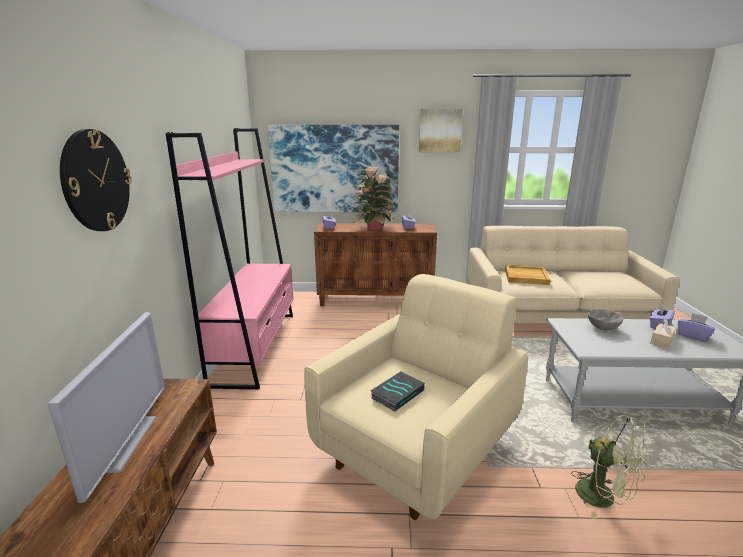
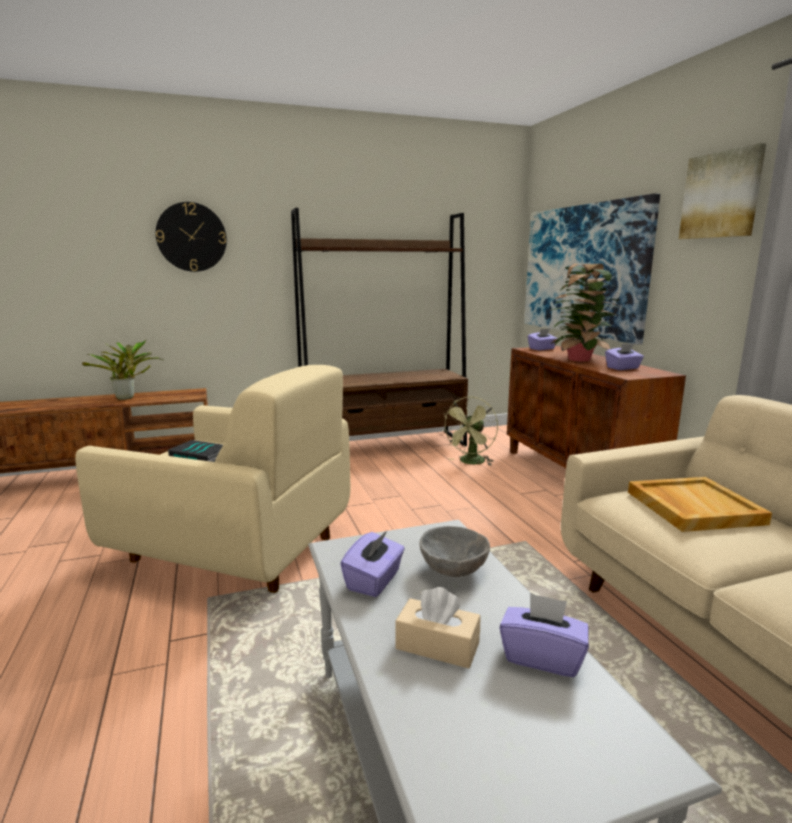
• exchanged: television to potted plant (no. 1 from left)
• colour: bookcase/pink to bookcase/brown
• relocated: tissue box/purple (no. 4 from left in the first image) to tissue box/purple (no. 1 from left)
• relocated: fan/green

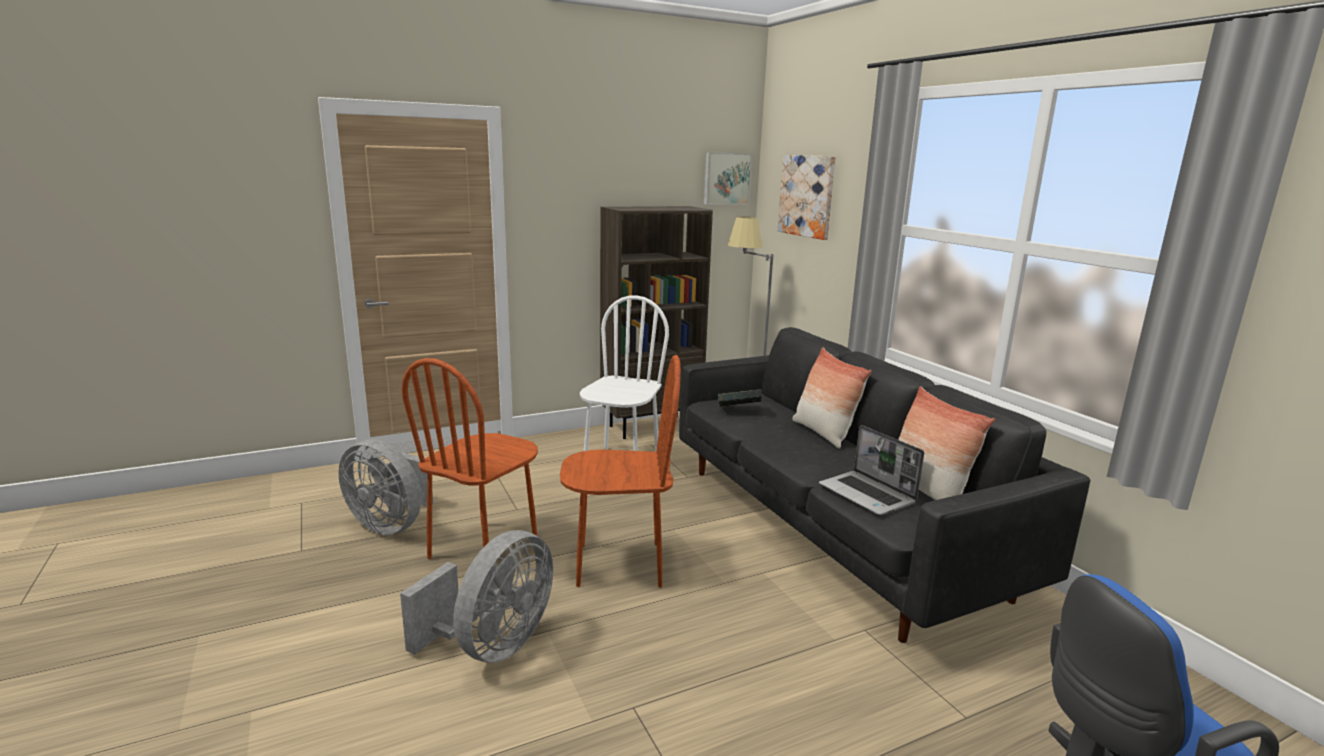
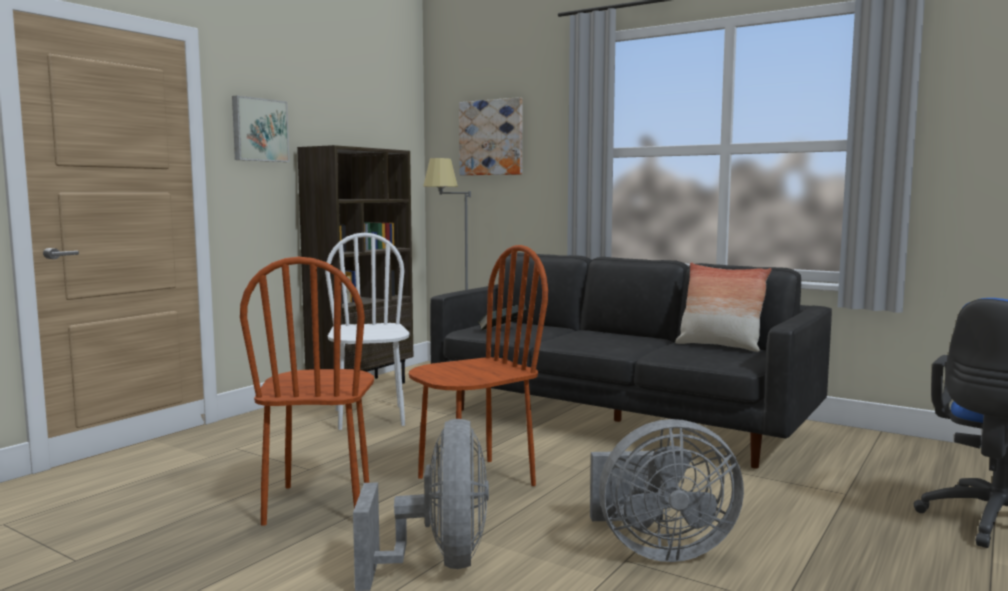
• relocated: picture (no. 1 from left)
• relocated: fan/grey (no. 1 from left in the first image) to fan/grey (no. 2 from left)
• missing: pillow (no. 1 from left)
• missing: laptop

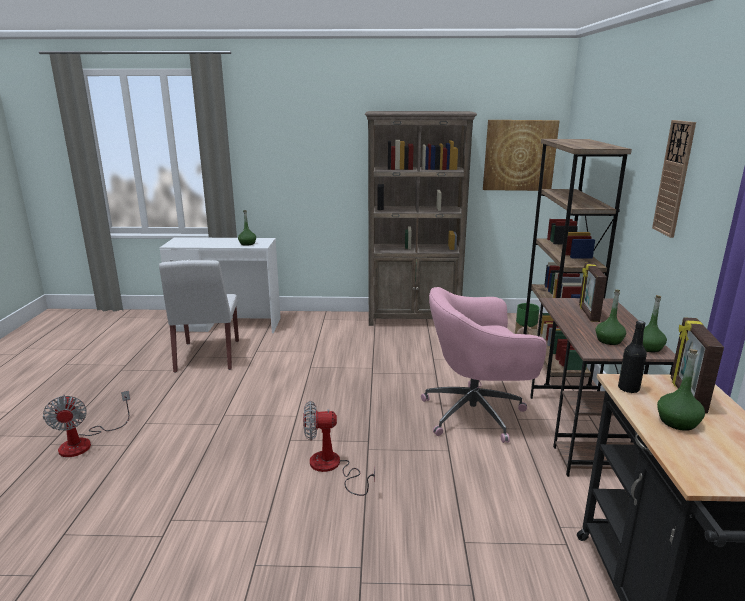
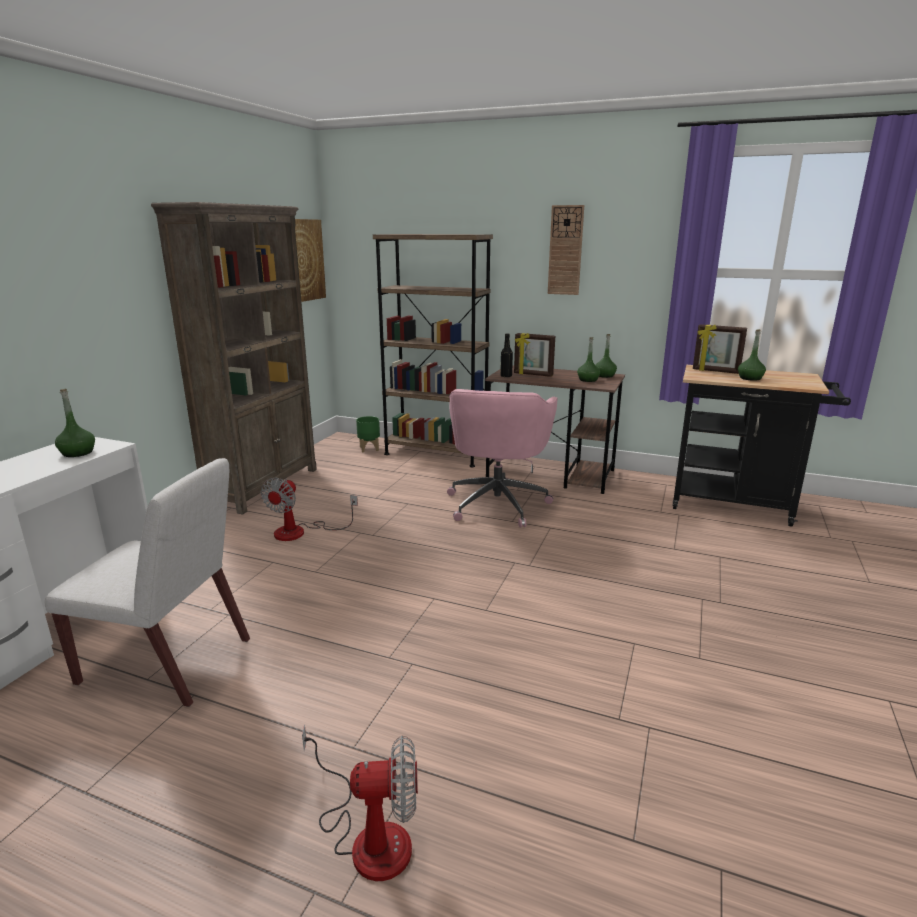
• relocated: fan (no. 2 from left in the first image) to fan (no. 1 from left)
• relocated: bottle/black

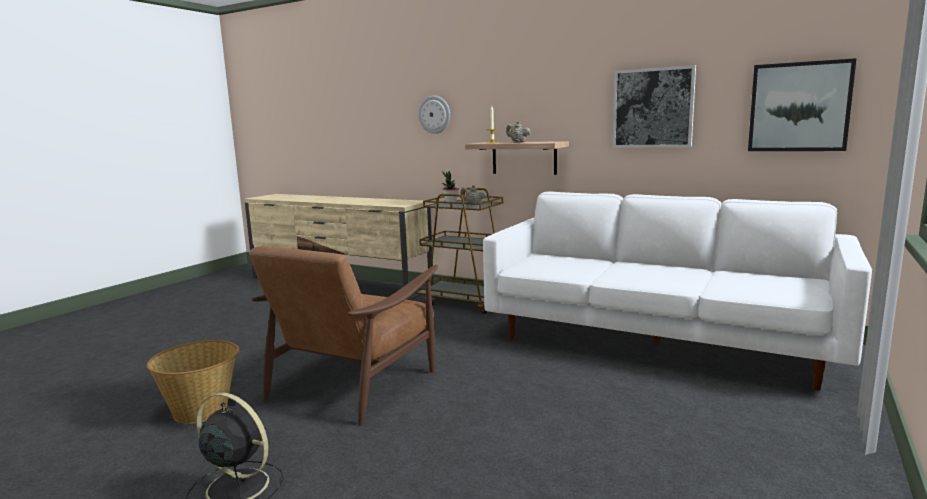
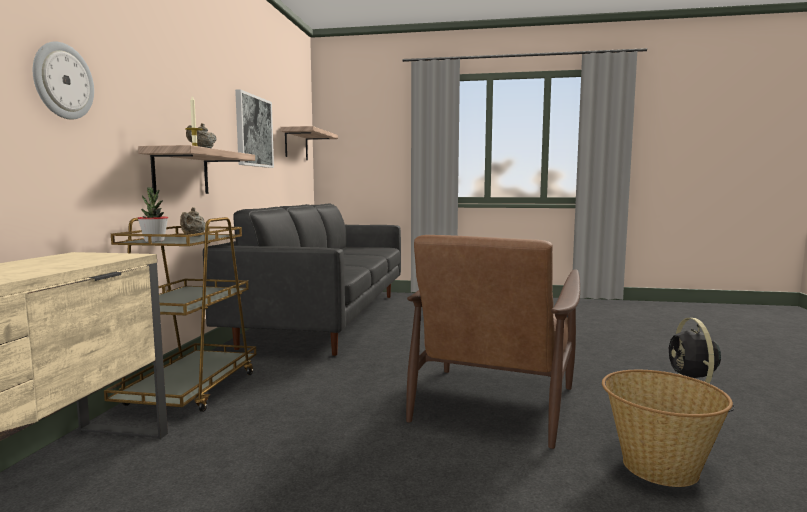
• colour: sofa/white to sofa/black
• exchanged: picture (no. 2 from left) to shelf (no. 2 from left)
• spun: armchair/brown 105 degrees clockwise

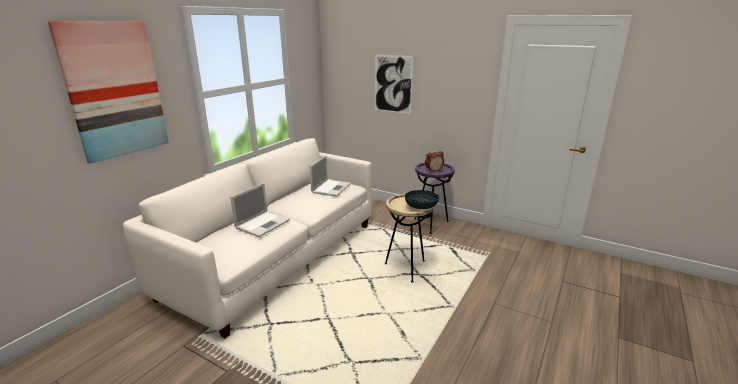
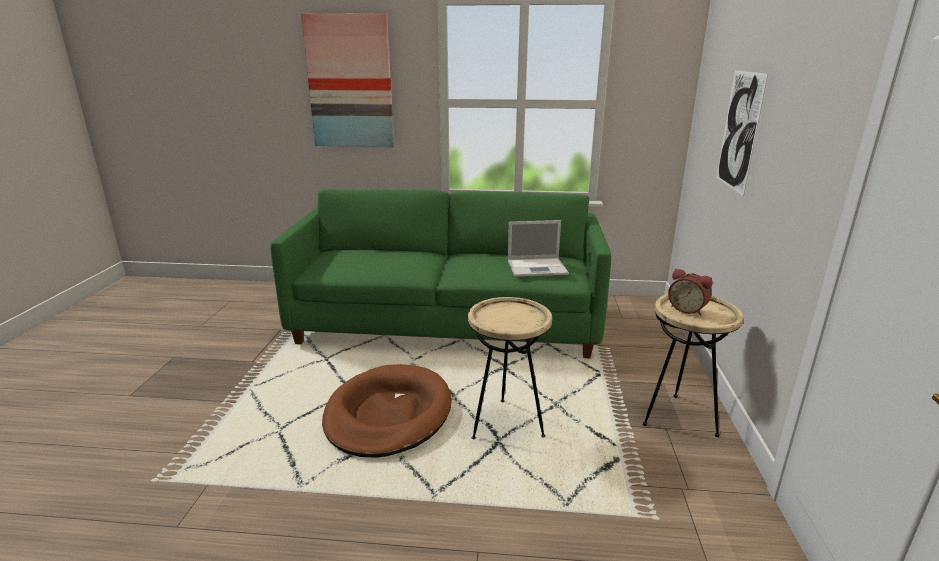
• colour: sofa/white to sofa/green
• appeared: dog bed/brown
• colour: side table/purple to side table/beige (no. 2 from left)
• missing: laptop (no. 1 from left)
• missing: bowl

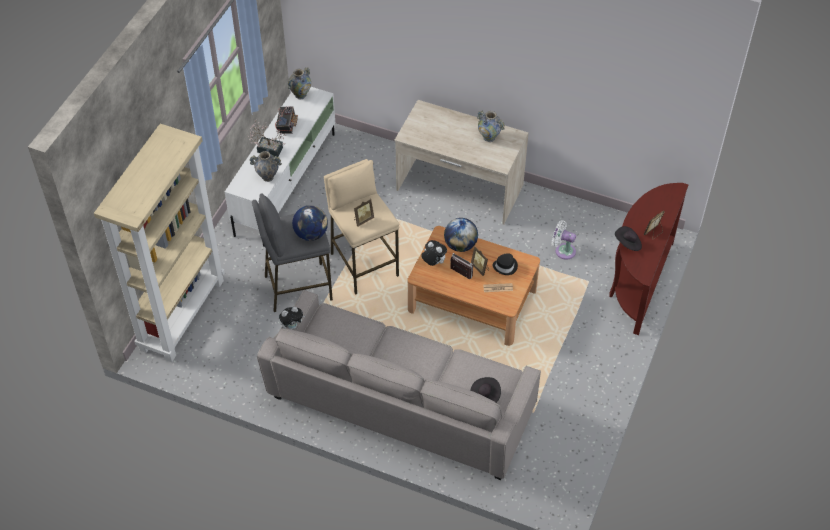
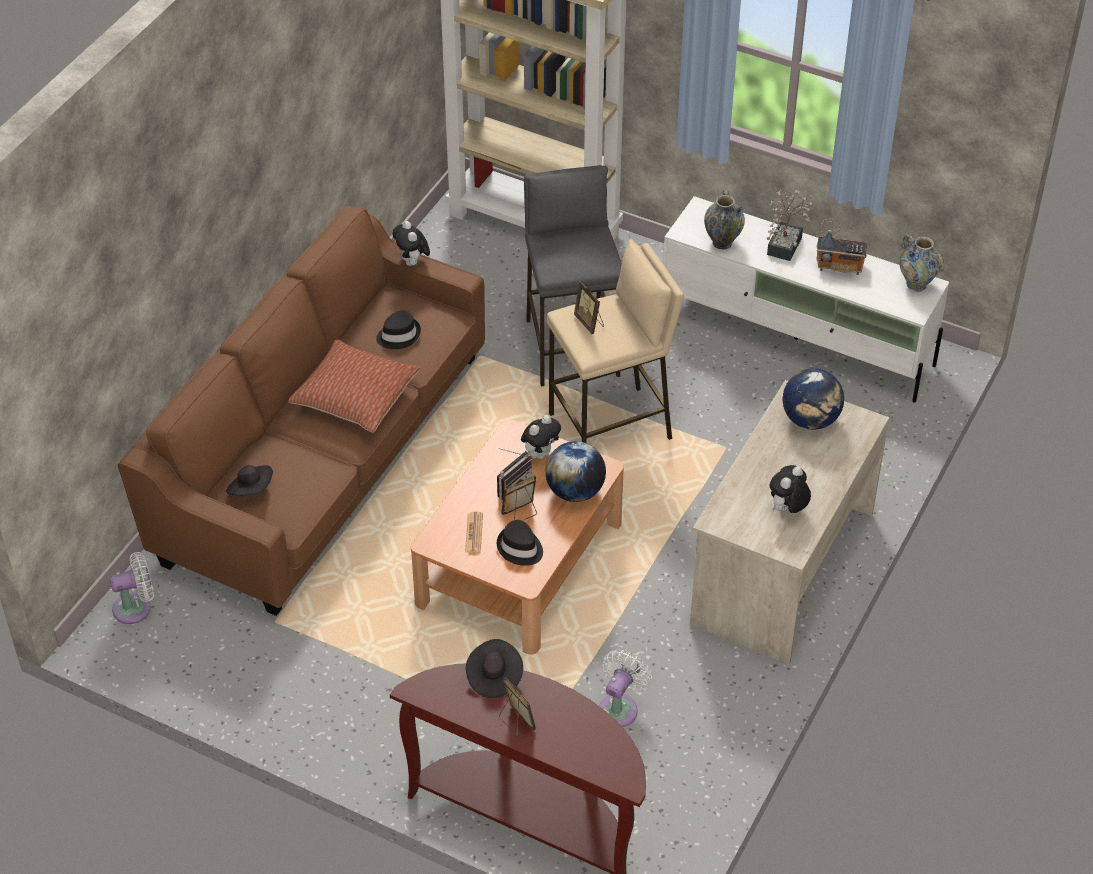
• appeared: fan/white (no. 1 from left)
• colour: sofa/grey to sofa/brown
• appeared: pillow
• appeared: hat/black (no. 2 from left)
• exchanged: vase (no. 3 from left) to plush toy (no. 3 from left)
• relocated: globe (no. 1 from left in the first image) to globe (no. 2 from left)

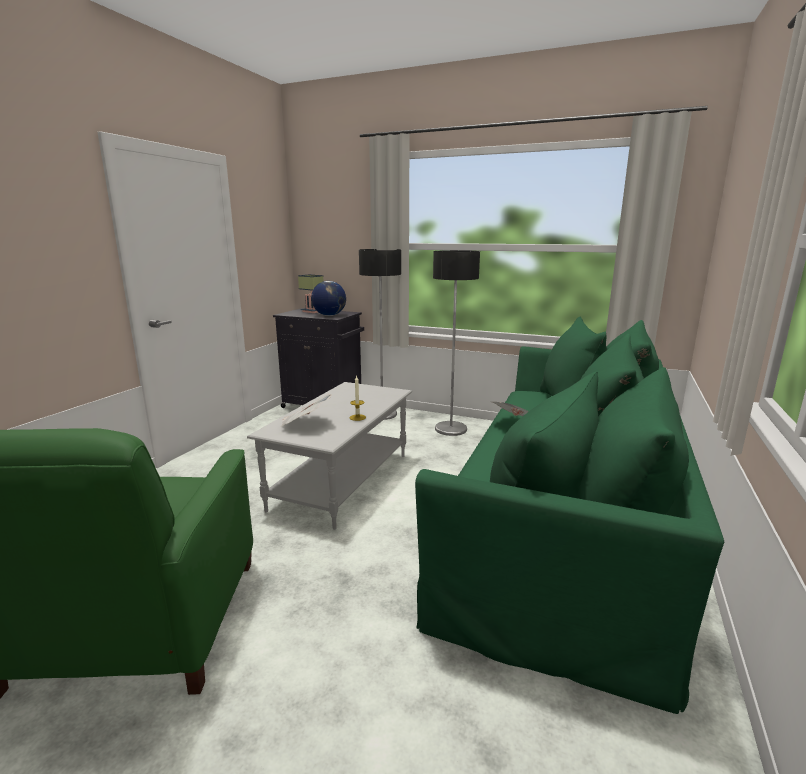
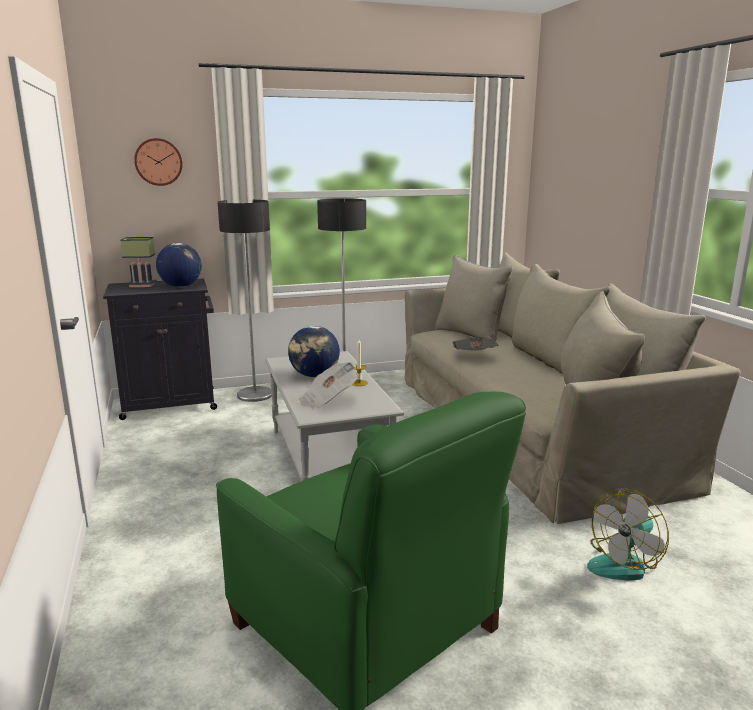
• appeared: wall clock
• appeared: globe (no. 2 from left)
• colour: sofa/green to sofa/beige
• appeared: fan

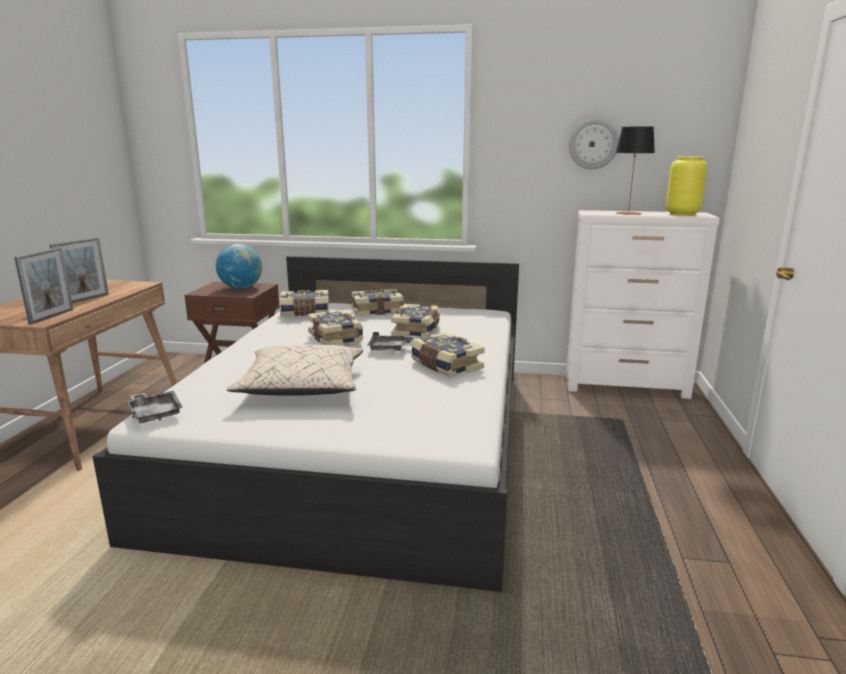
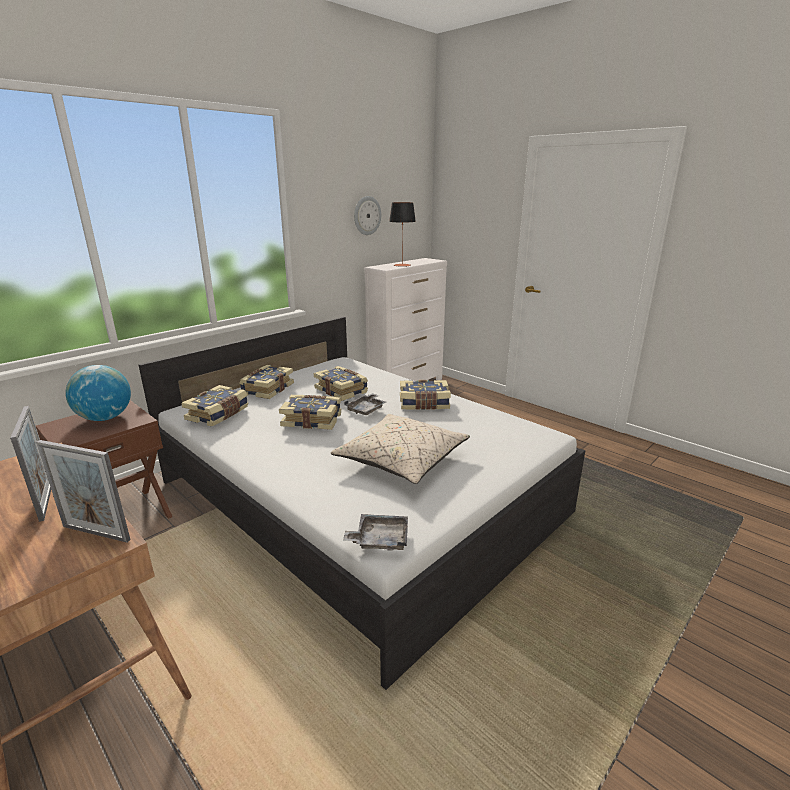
• spun: picture frame (no. 1 from left in the first image) 150 degrees clockwise
• missing: vase/yellow

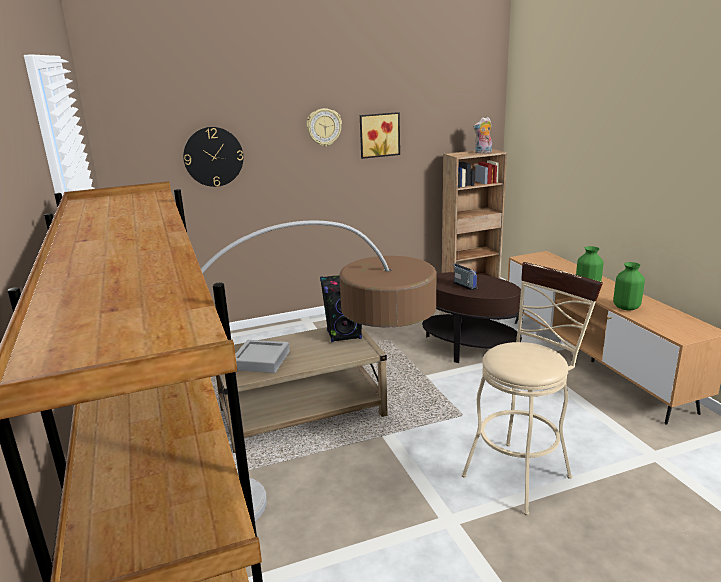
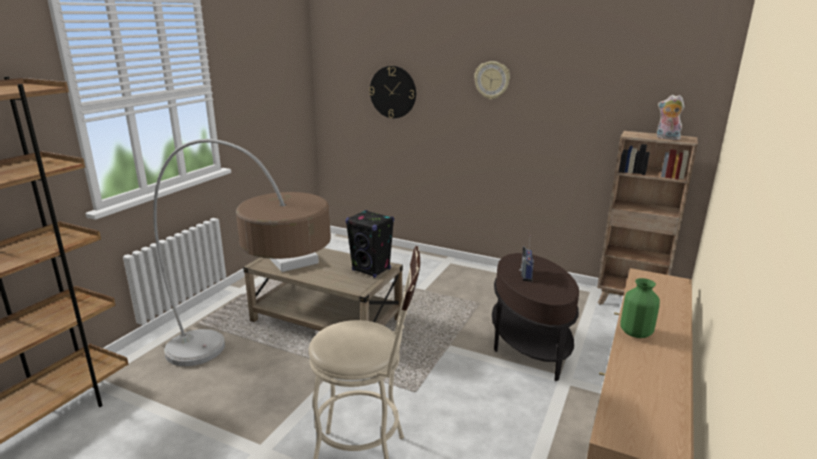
• missing: picture
• missing: vase/green (no. 2 from left)

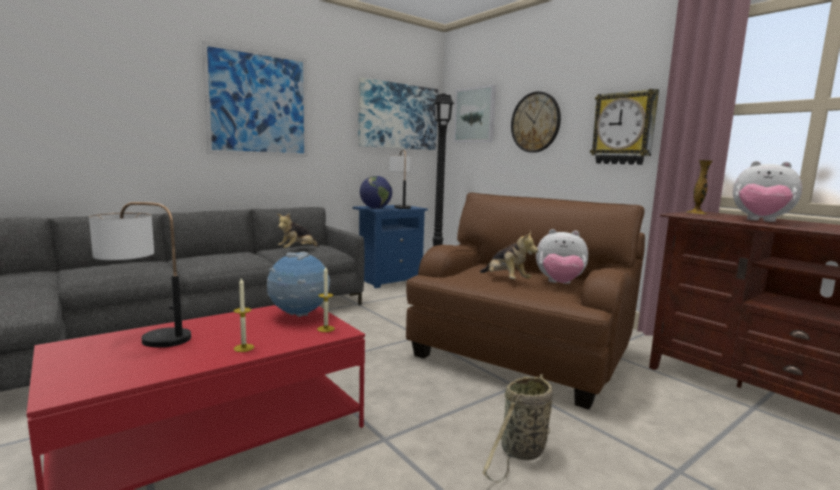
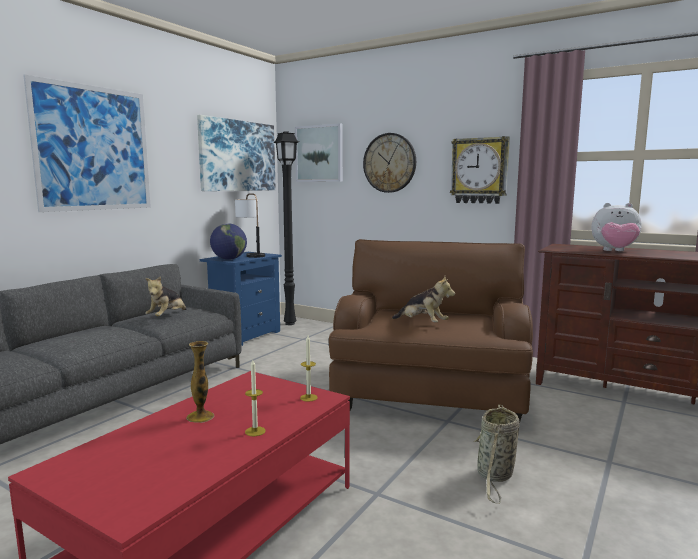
• relocated: vase
• missing: table lamp (no. 1 from left)
• missing: globe (no. 1 from left)
• missing: plush toy (no. 3 from left)

